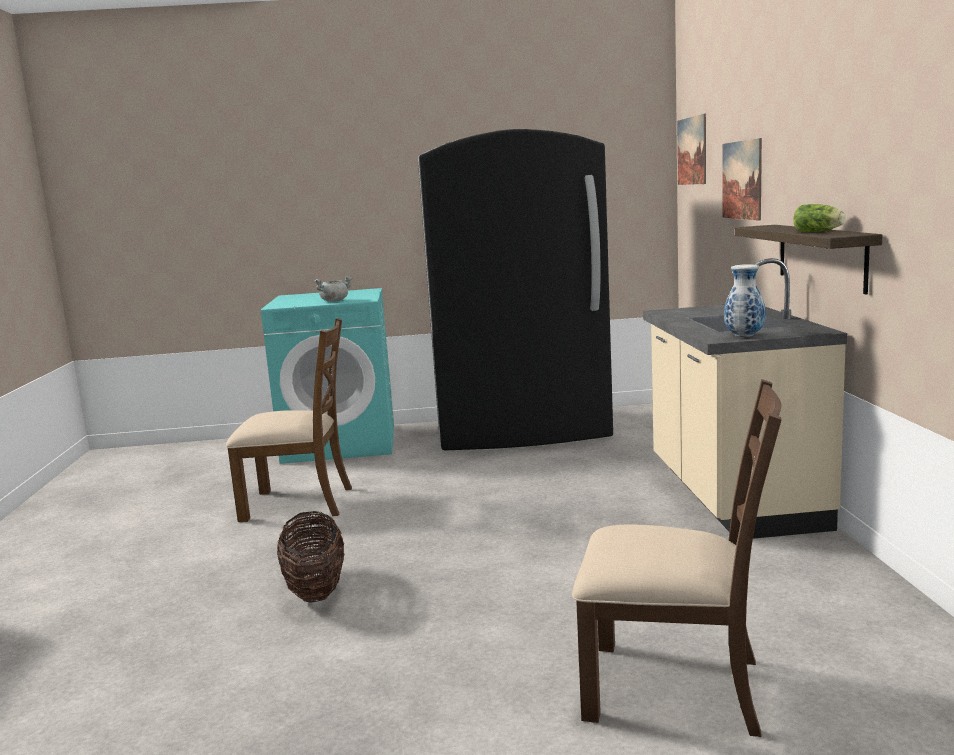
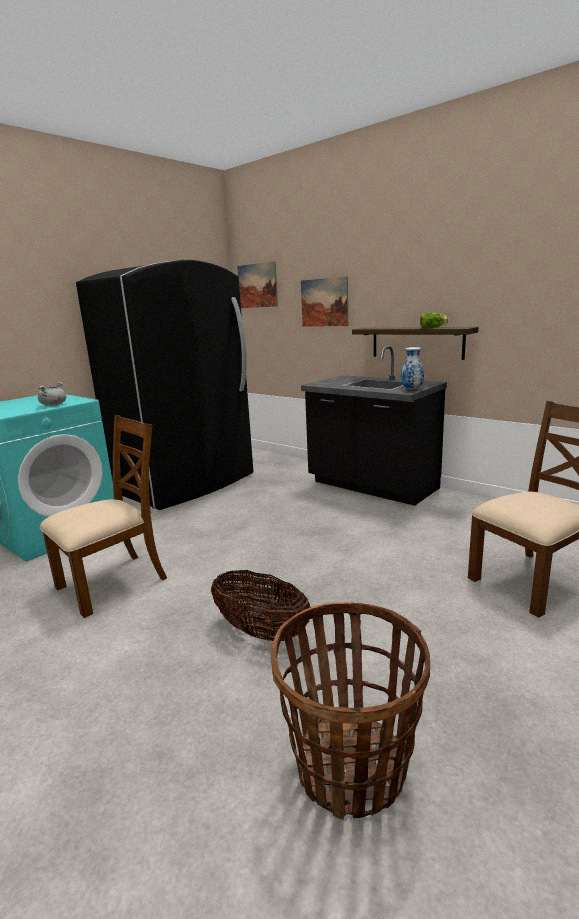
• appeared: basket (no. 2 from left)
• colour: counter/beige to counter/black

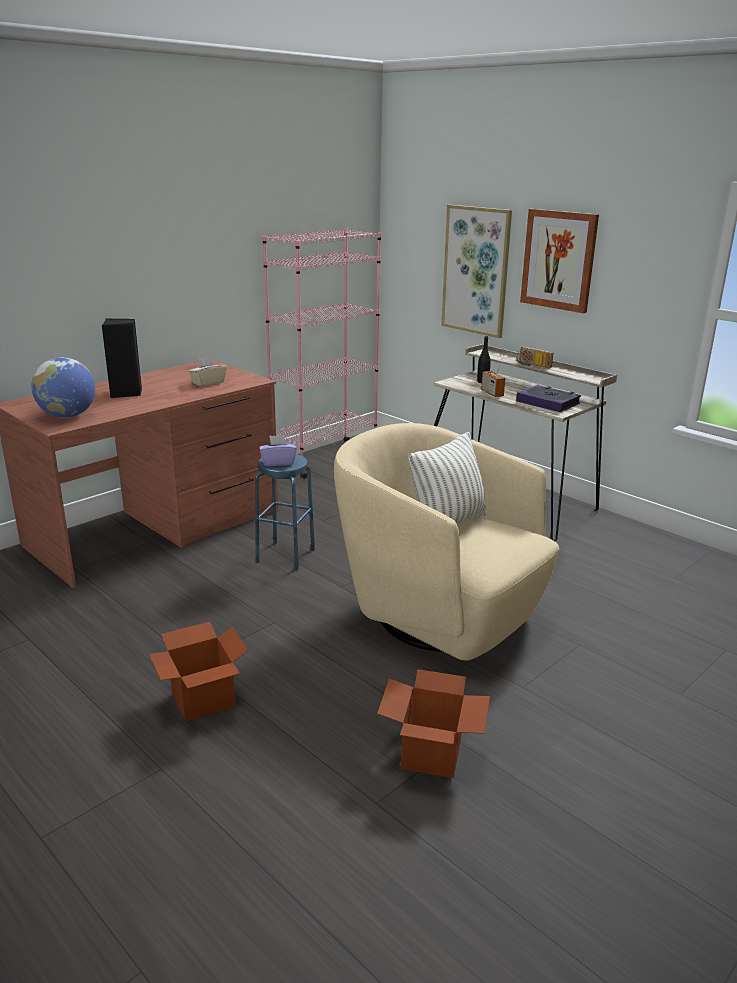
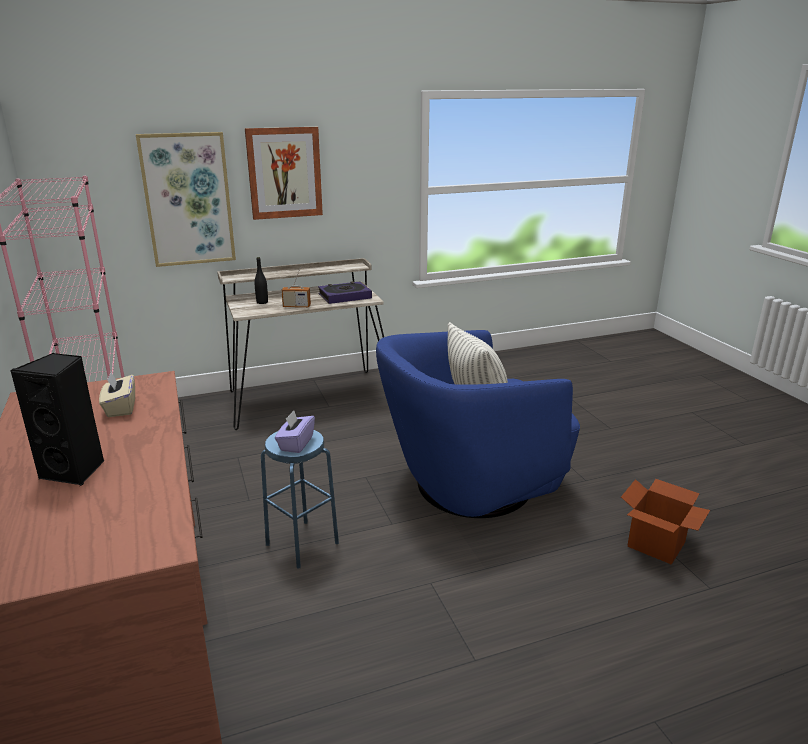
• colour: armchair/beige to armchair/blue
• missing: globe
• missing: cardboard box (no. 1 from left)
• missing: radio (no. 2 from left)

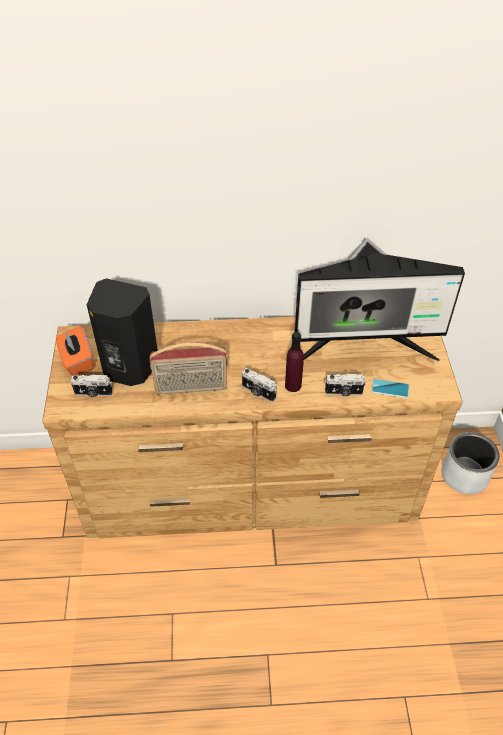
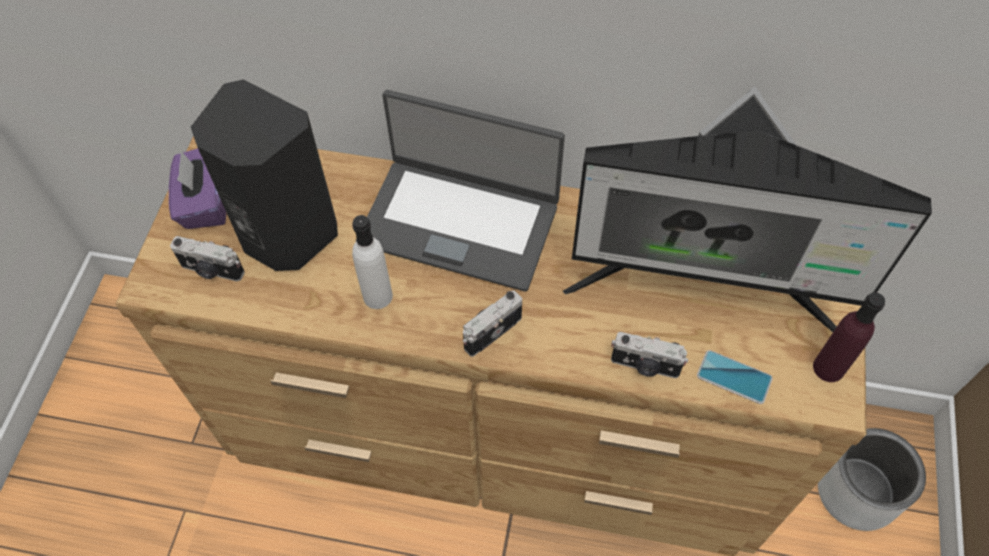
• colour: tissue box/orange to tissue box/purple
• exchanged: radio to bottle/white
• appeared: laptop
• spun: photo camera (no. 2 from left) 90 degrees clockwise
• relocated: bottle/purple

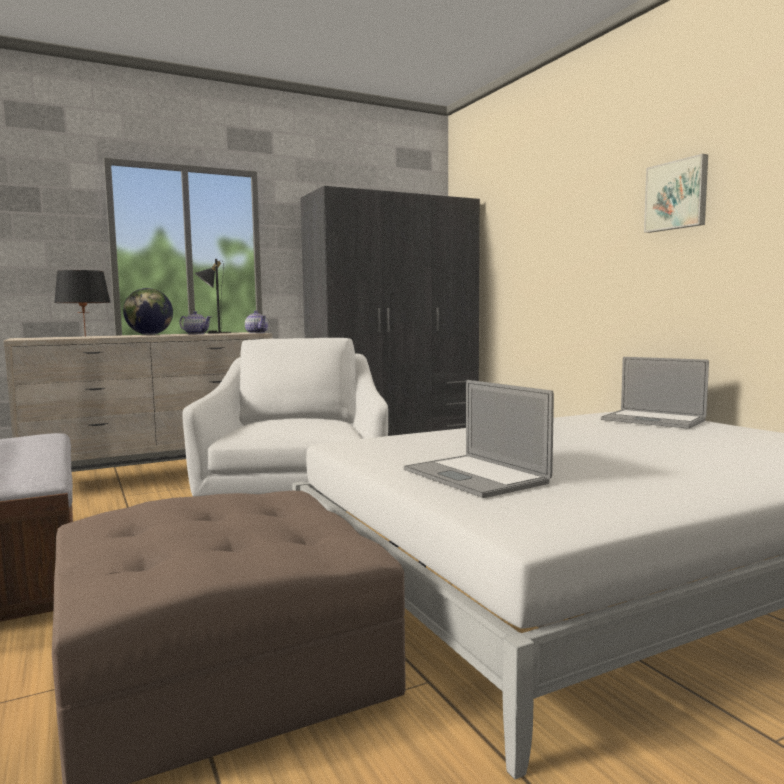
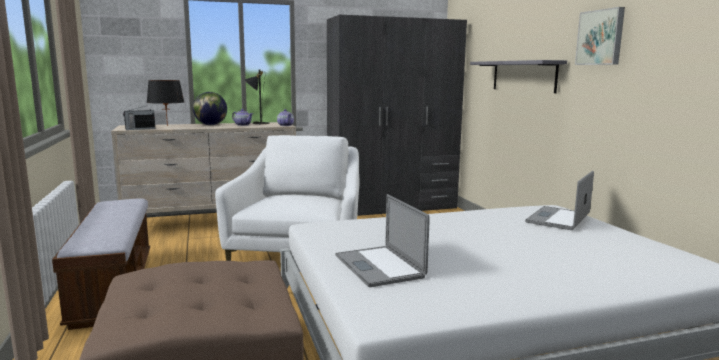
• appeared: radio
• appeared: shelf/grey
• spun: laptop (no. 2 from left) 75 degrees clockwise

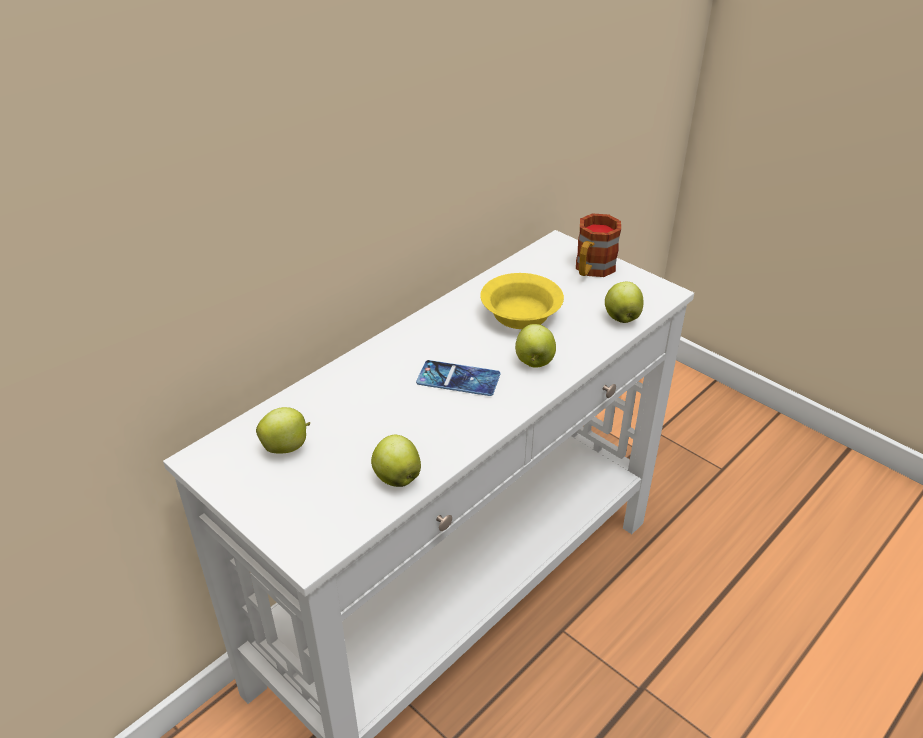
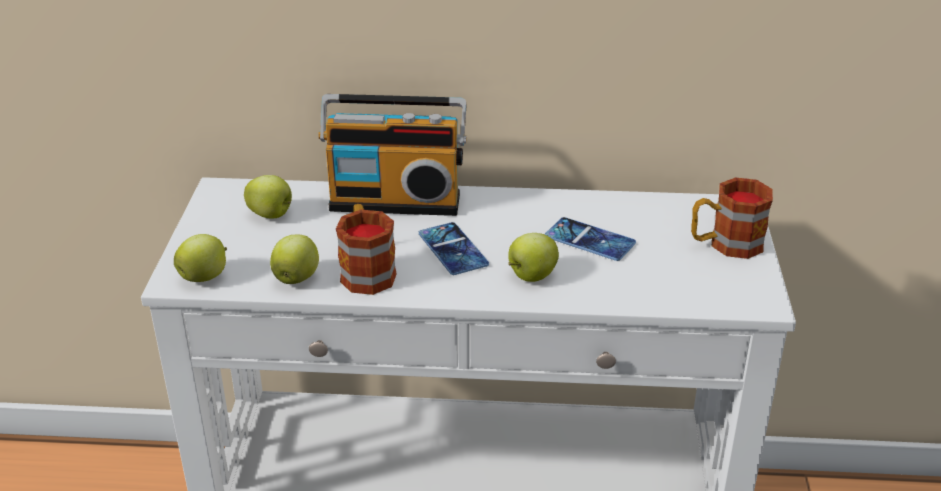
• relocated: apple (no. 4 from left in the first image) to apple (no. 1 from left)
• appeared: radio
• appeared: mug (no. 1 from left)
• exchanged: bowl/yellow to phone (no. 2 from left)

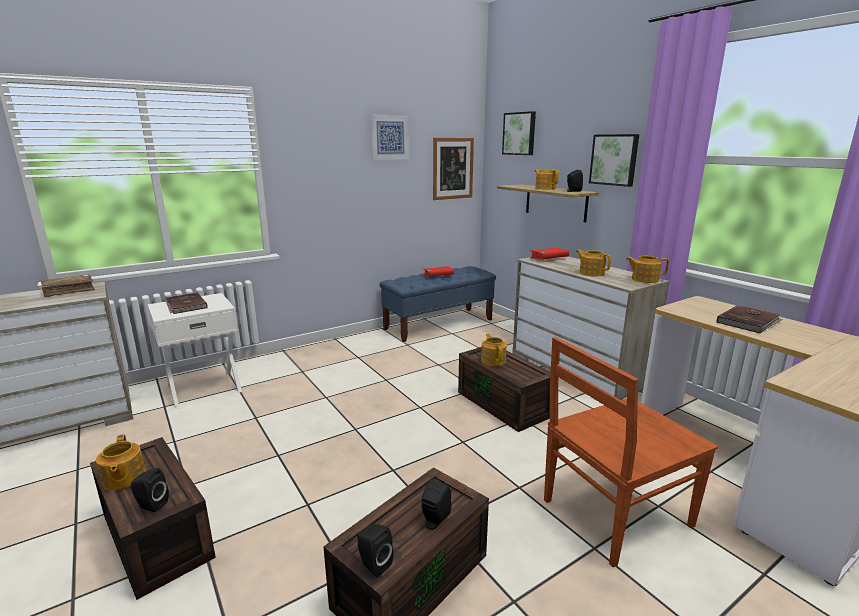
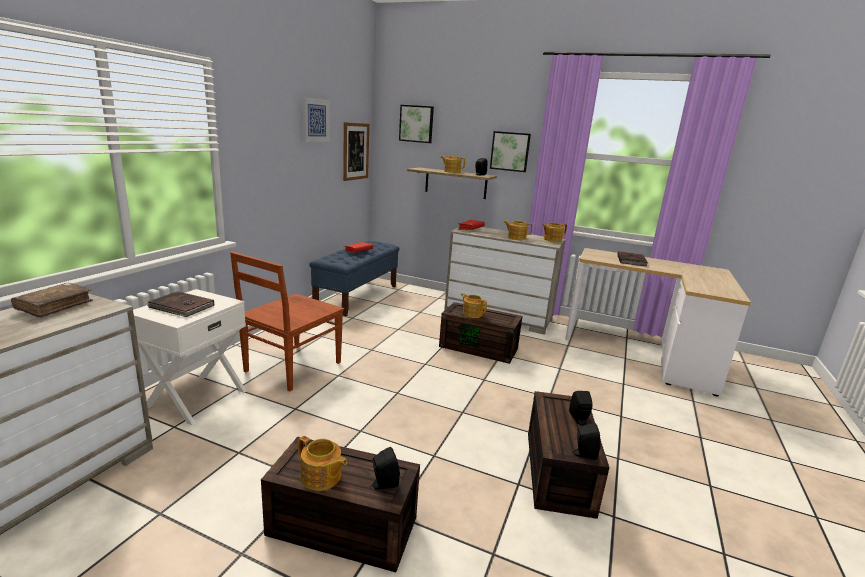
• relocated: chair/brown

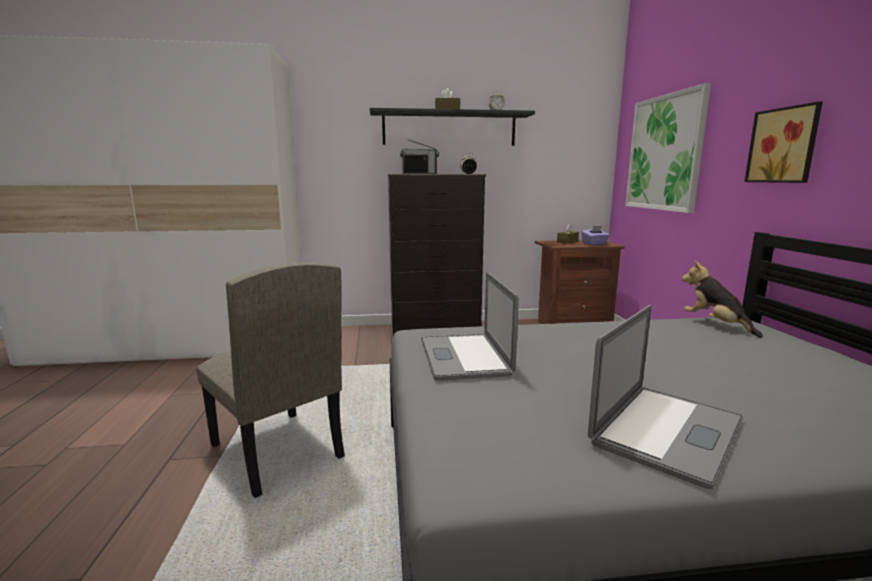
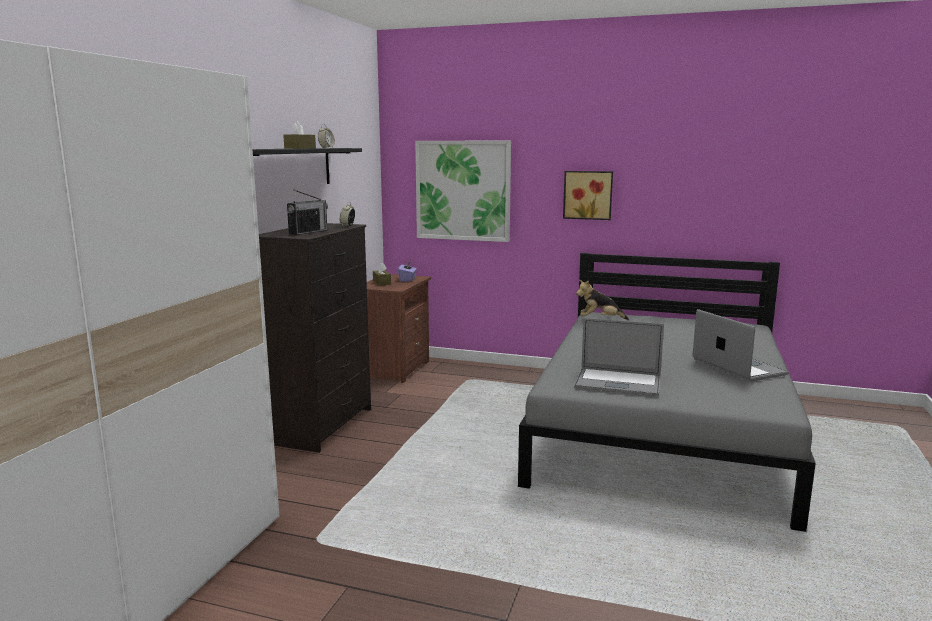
• missing: chair/beige

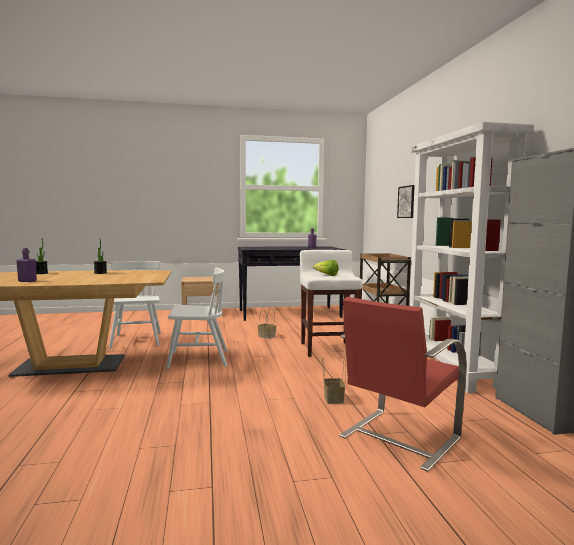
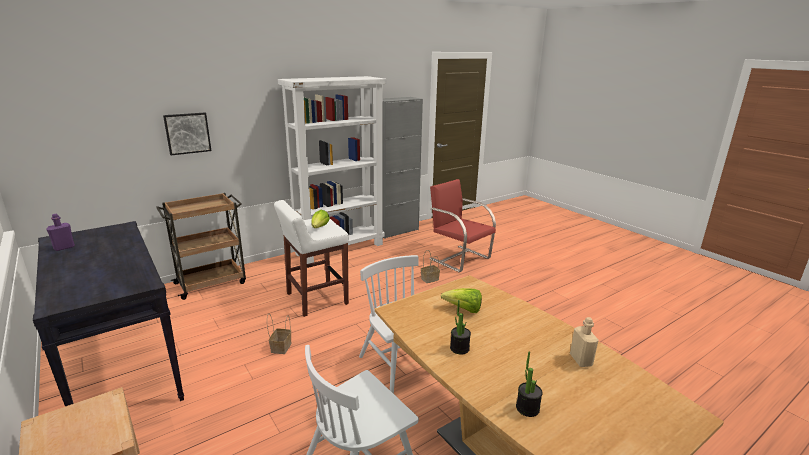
• spun: chair/red 150 degrees counterclockwise
• appeared: lettuce (no. 2 from left)
• colour: bottle/purple (no. 1 from left) to bottle/beige

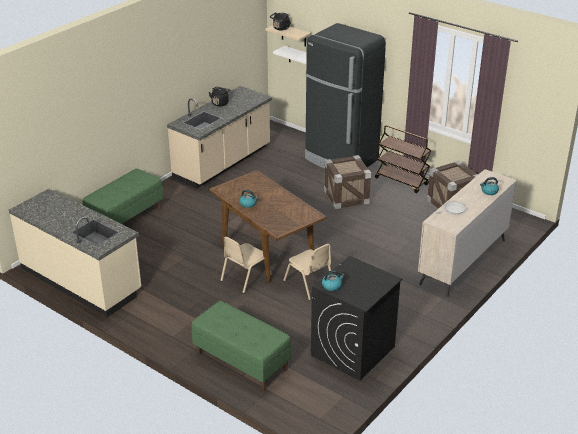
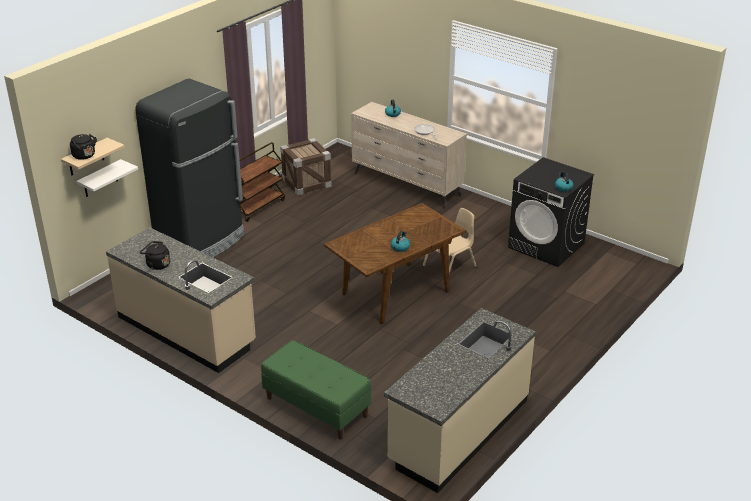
• missing: bench/green (no. 2 from left)
• missing: chair/beige (no. 1 from left)
• missing: crate (no. 1 from left)

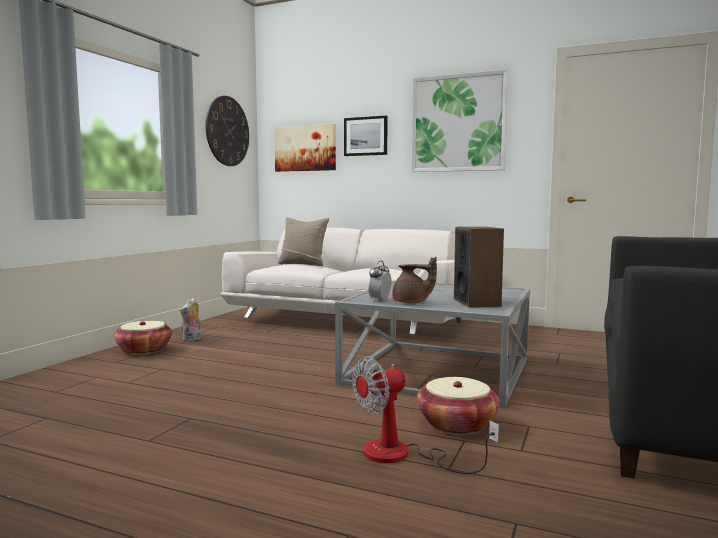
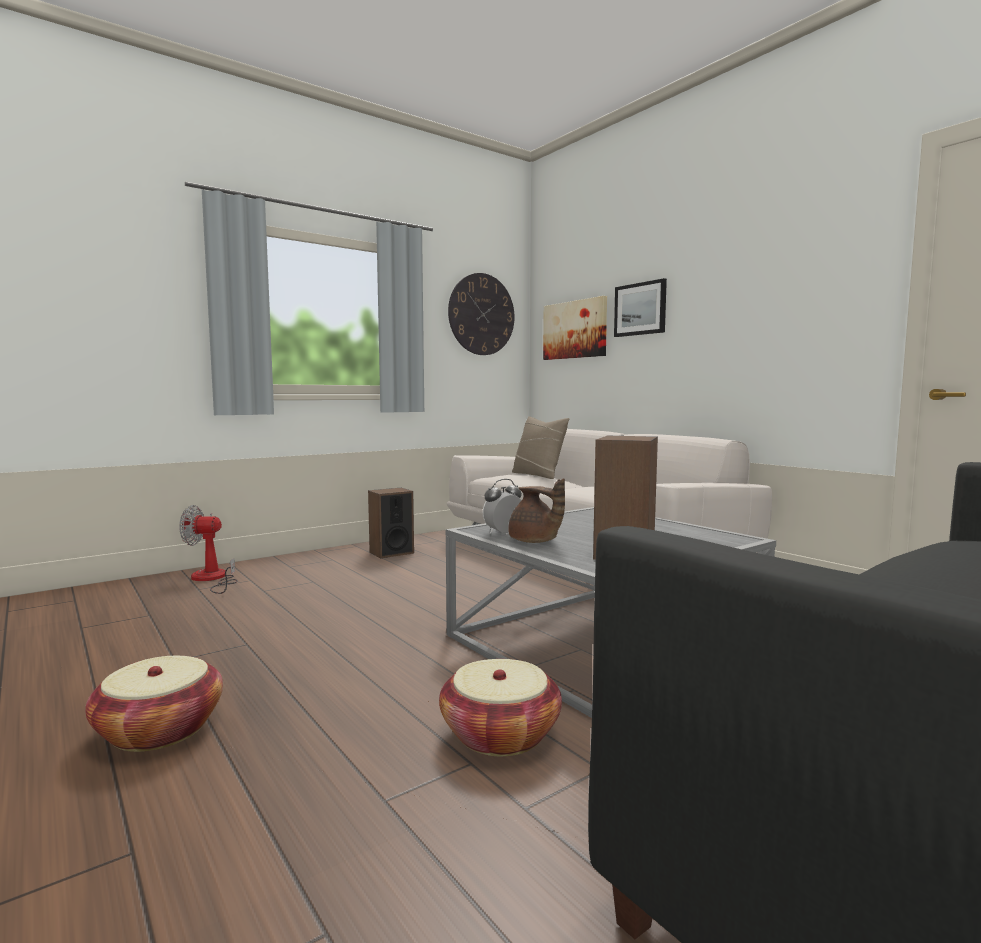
• relocated: basket (no. 1 from left)
• relocated: fan
• exchanged: plush toy to speaker (no. 1 from left)
• missing: picture (no. 3 from left)

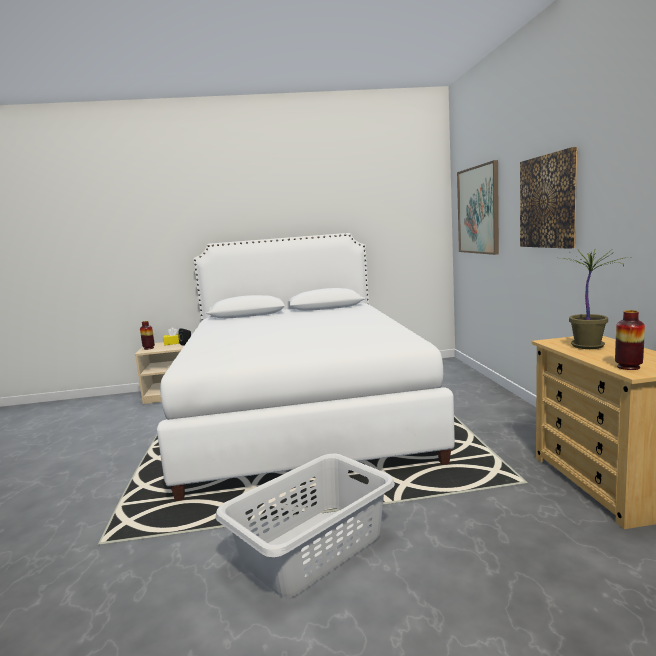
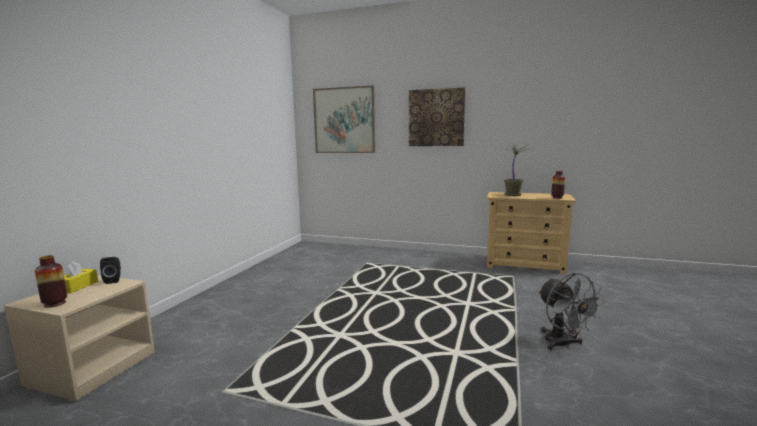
• exchanged: laundry basket/grey to fan/grey
• missing: bed/white

